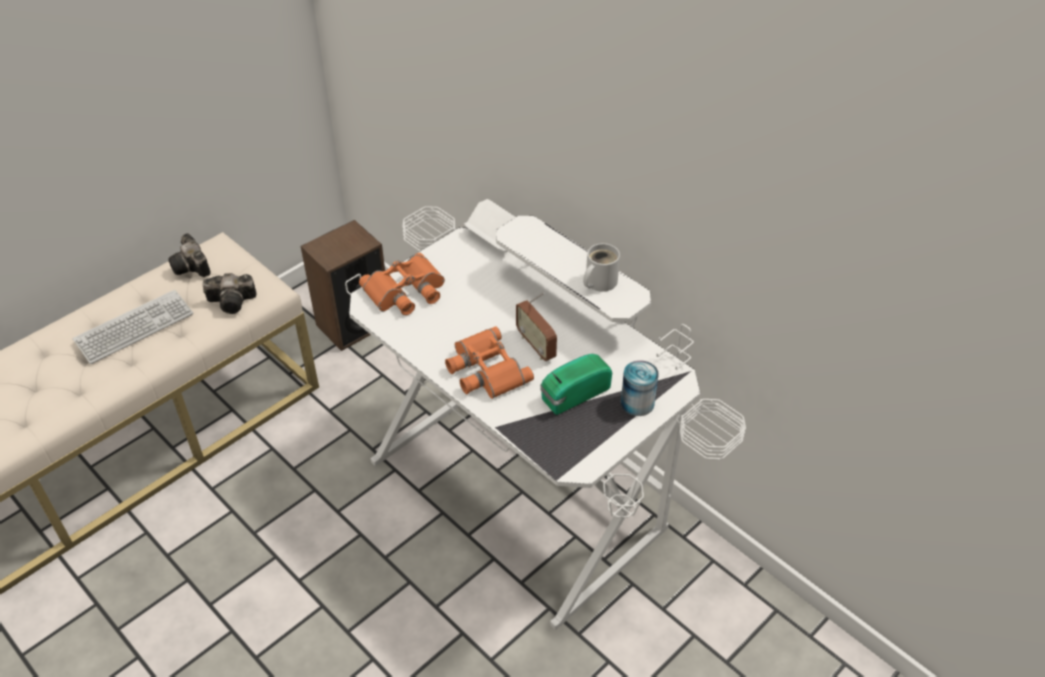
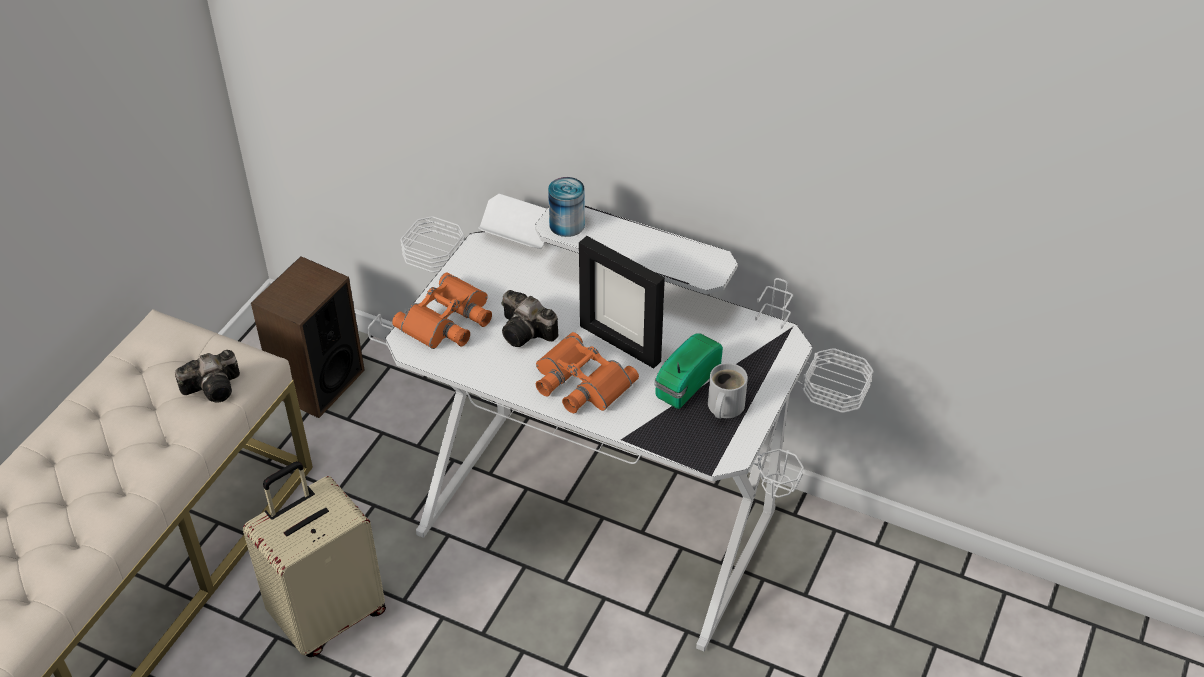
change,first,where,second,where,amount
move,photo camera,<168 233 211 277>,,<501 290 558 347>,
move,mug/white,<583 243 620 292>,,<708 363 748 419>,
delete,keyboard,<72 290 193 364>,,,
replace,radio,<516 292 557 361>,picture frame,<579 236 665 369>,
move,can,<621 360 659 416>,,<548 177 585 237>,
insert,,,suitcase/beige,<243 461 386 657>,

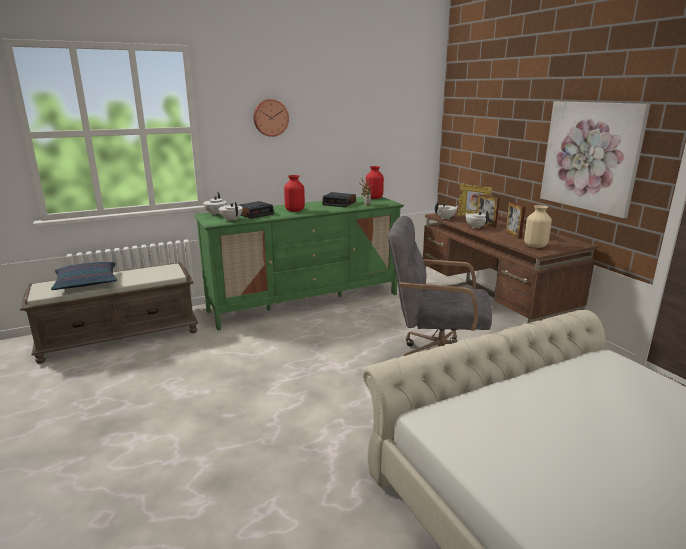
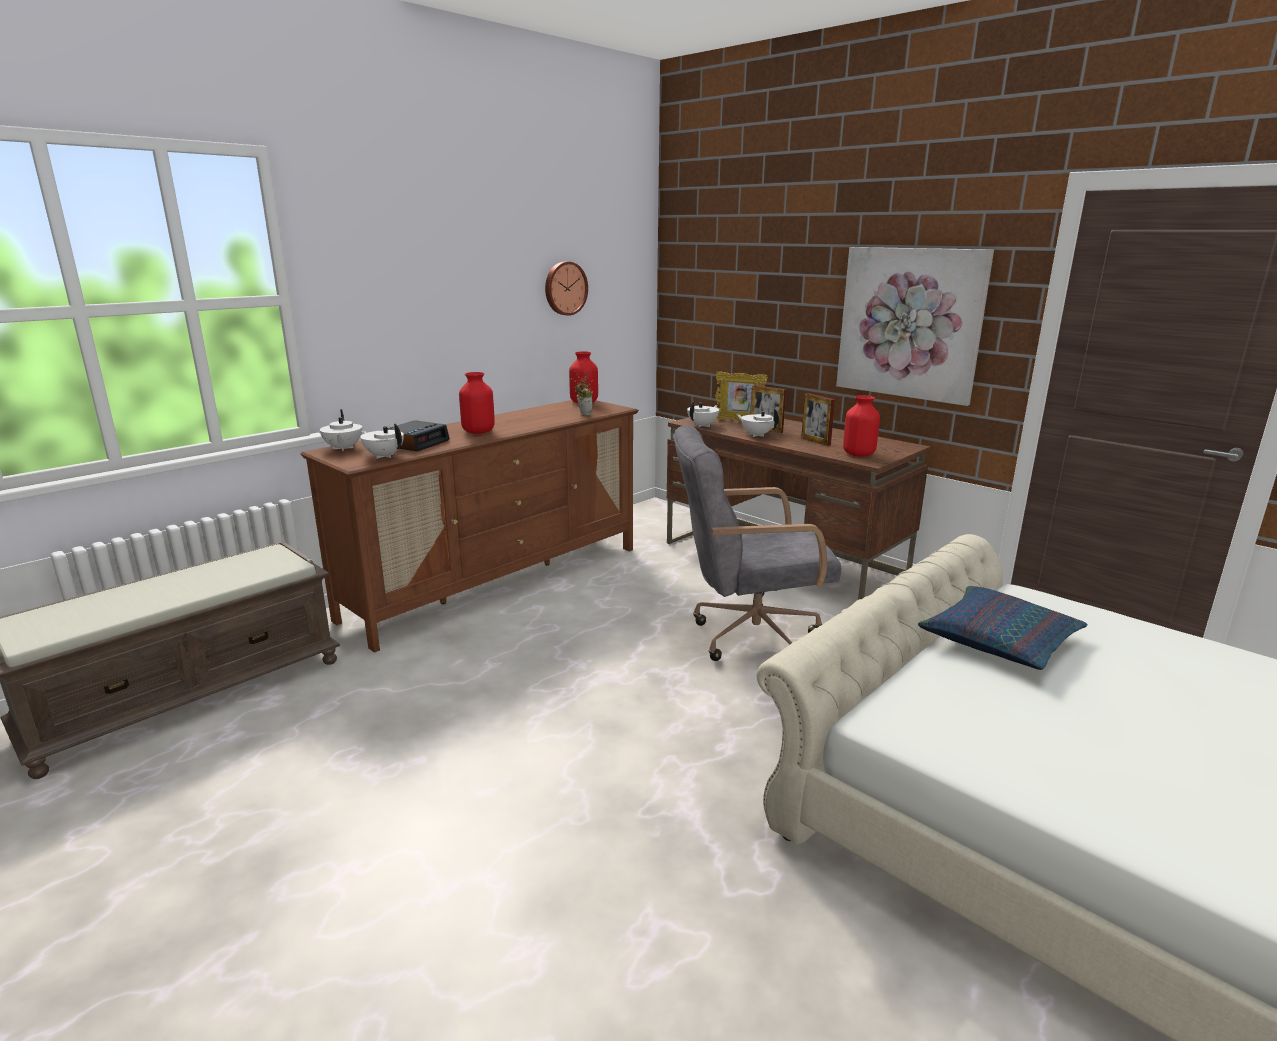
change,first,where,second,where,amount
move,wall clock,<253 99 289 137>,,<545 261 588 316>,
delete,alarm clock,<322 192 356 207>,,,
recolor,dresser/green,<194 197 404 331>,dresser/brown,<301 400 639 653>,
recolor,vase/beige,<524 205 552 248>,vase/red,<843 395 880 457>,
move,pillow/blue,<51 262 117 290>,,<918 586 1087 670>,

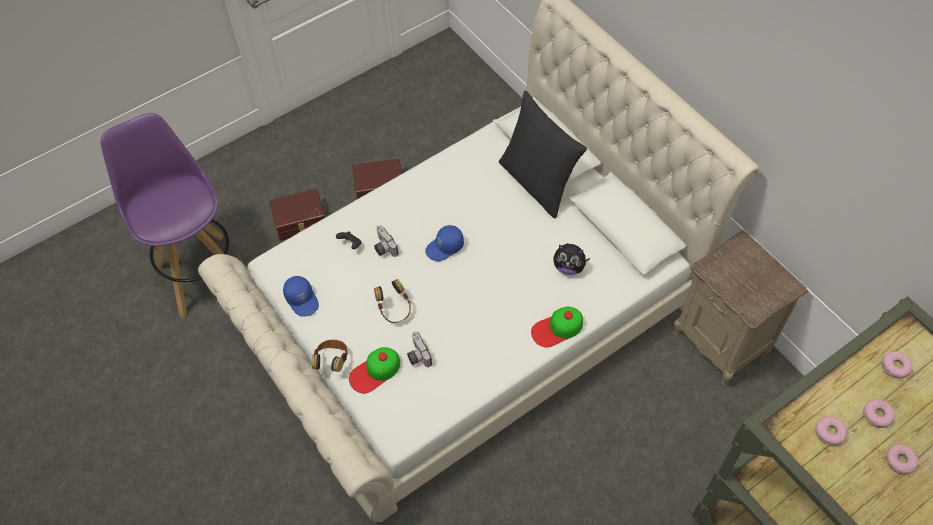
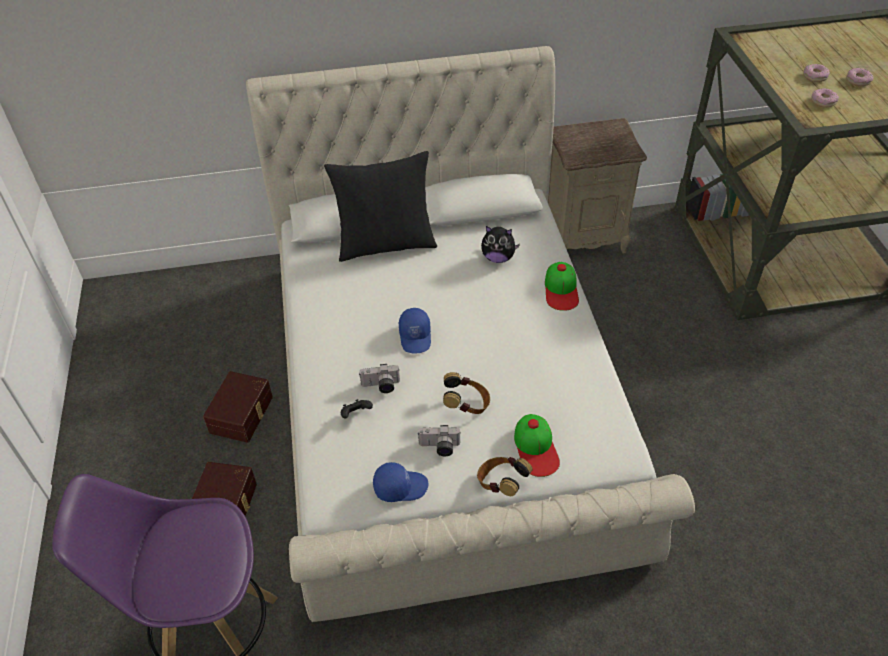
change,first,where,second,where,amount
rotate,plush toy,<554 243 590 275>,,<481 226 520 263>,60 degrees clockwise
move,photo camera,<407 331 432 367>,,<417 425 461 456>,
delete,donut,<882 351 913 379>,,,

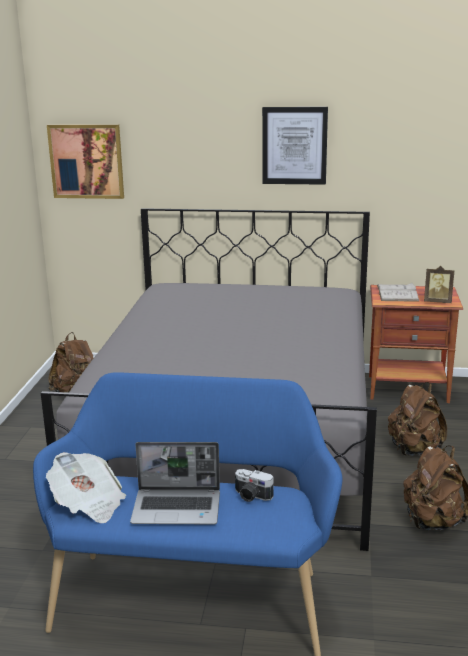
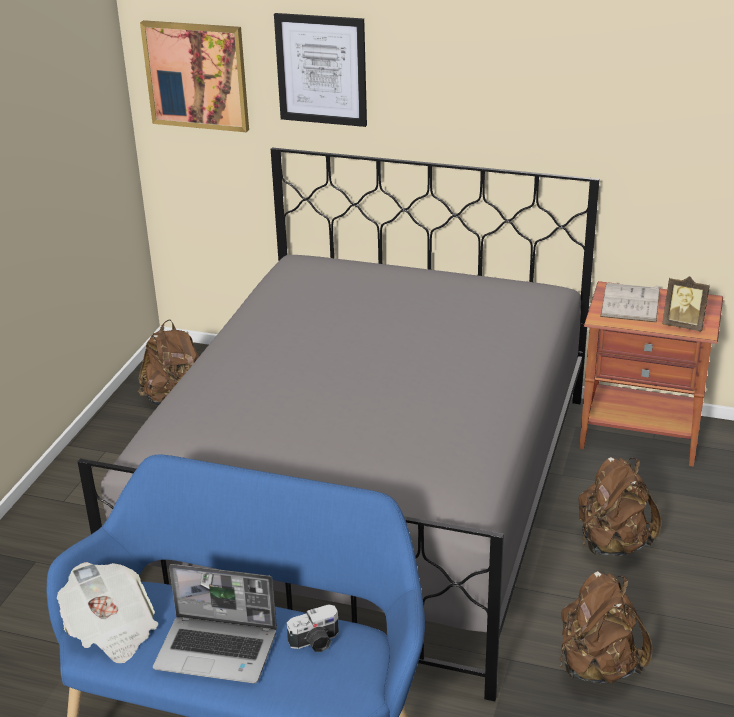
change,first,where,second,where,amount
move,picture,<262 107 328 185>,,<274 13 367 127>,
rotate,photo camera,<235 469 274 502>,,<287 604 339 652>,60 degrees counterclockwise

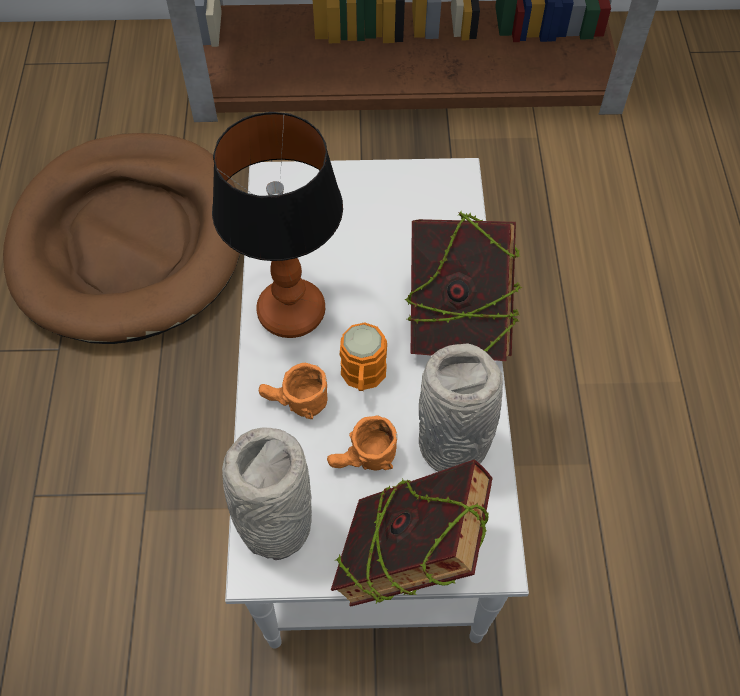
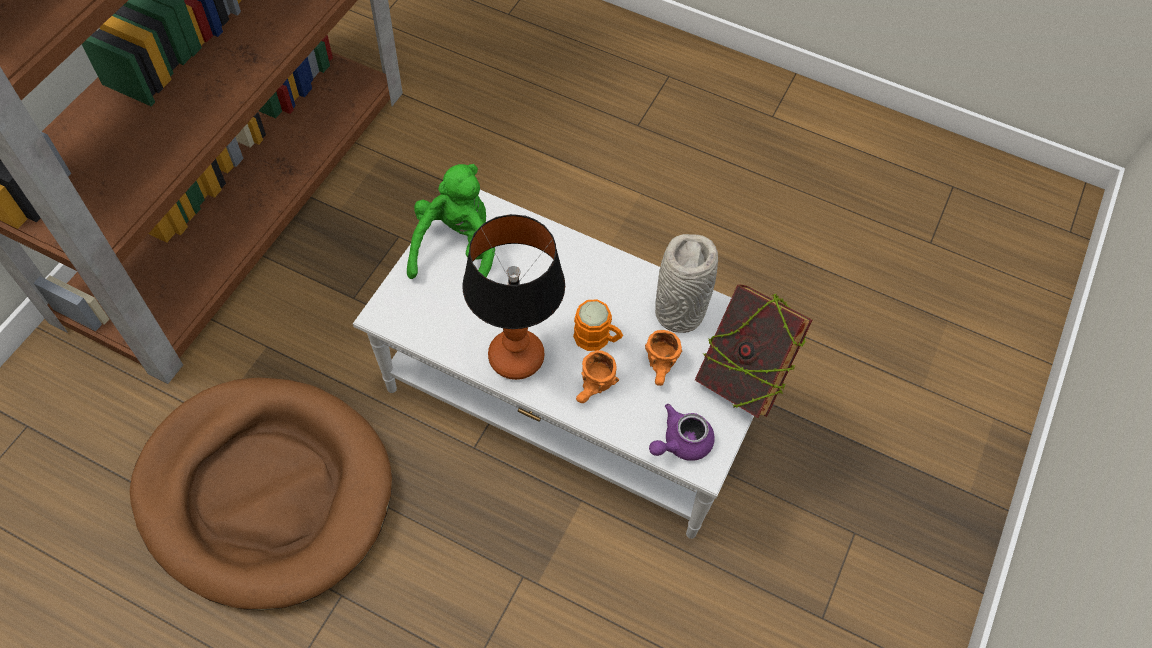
change,first,where,second,where,amount
delete,book,<404 210 522 361>,,,
replace,vase/grey,<222 427 312 560>,teapot/purple,<649 404 715 461>,
insert,,,plush toy/green,<407 164 495 279>,

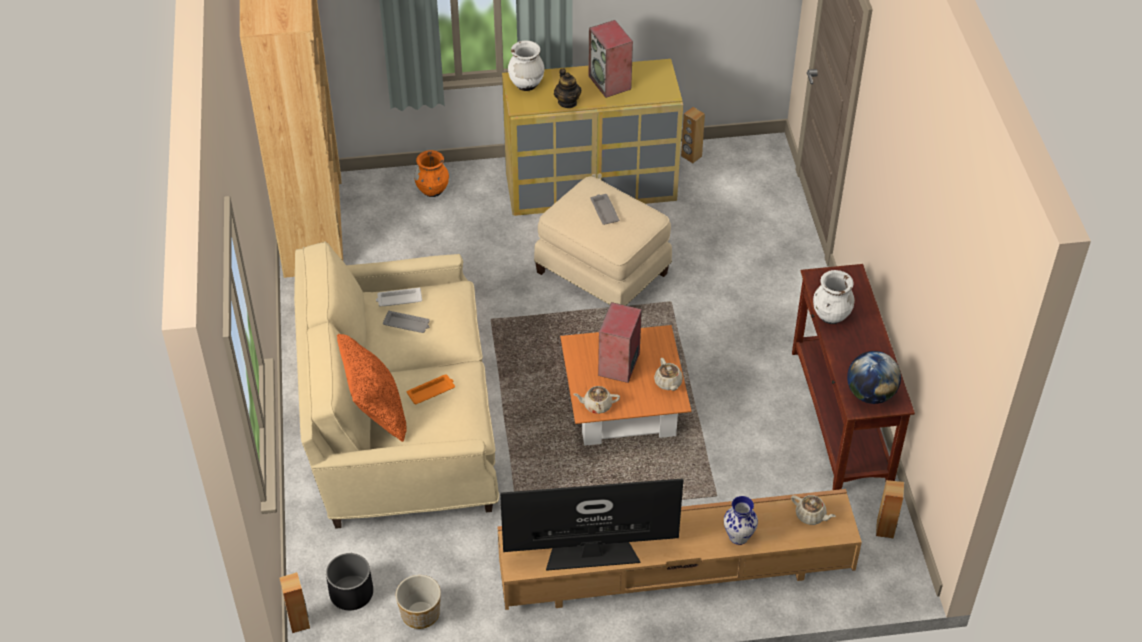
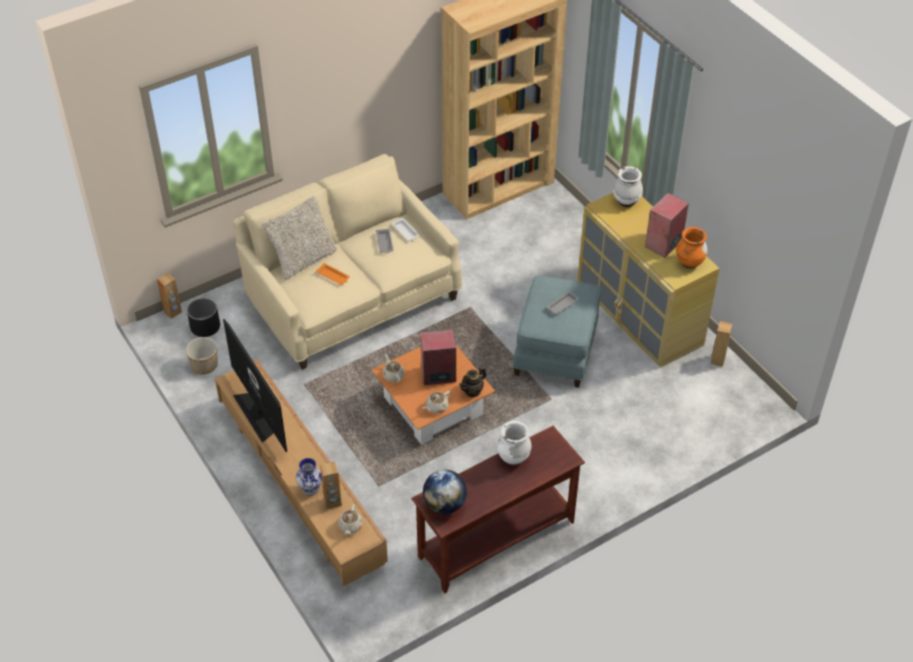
change,first,where,second,where,amount
move,teapot,<554 68 581 108>,,<459 366 486 398>,
move,vase/orange,<414 150 449 197>,,<676 227 708 269>,
recolor,ottoman/beige,<534 176 672 305>,ottoman/blue,<513 275 601 388>,
recolor,pillow/orange,<337 334 407 442>,pillow/beige,<262 196 337 279>,
move,speaker/brown,<876 480 904 538>,,<320 461 342 509>,

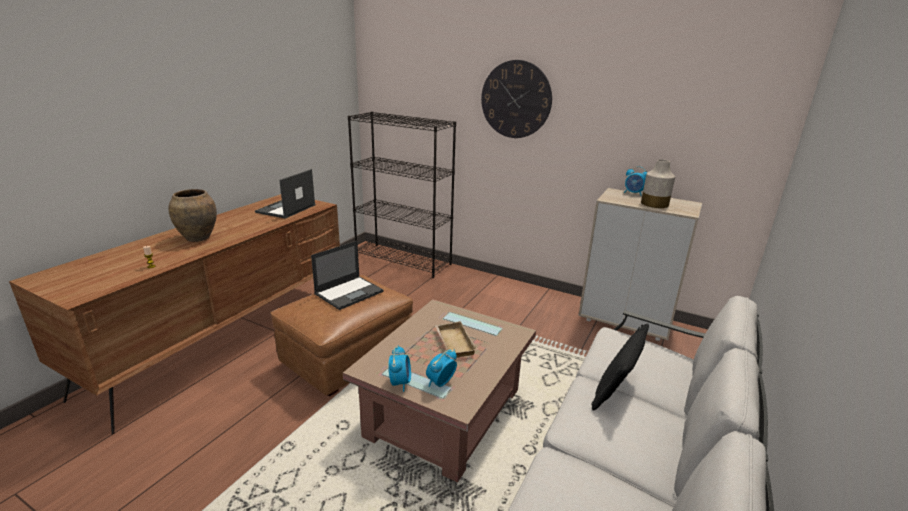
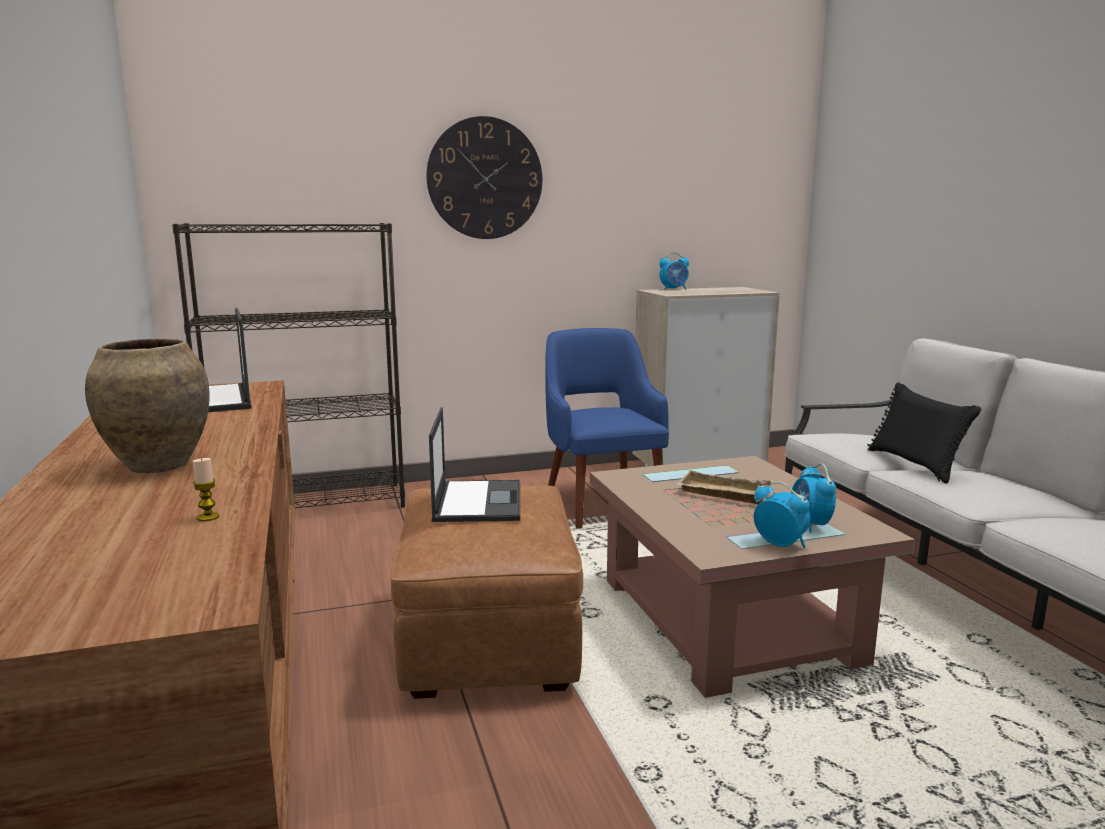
change,first,where,second,where,amount
delete,vase/beige,<641 159 675 208>,,,
insert,,,armchair/blue,<545 328 669 529>,

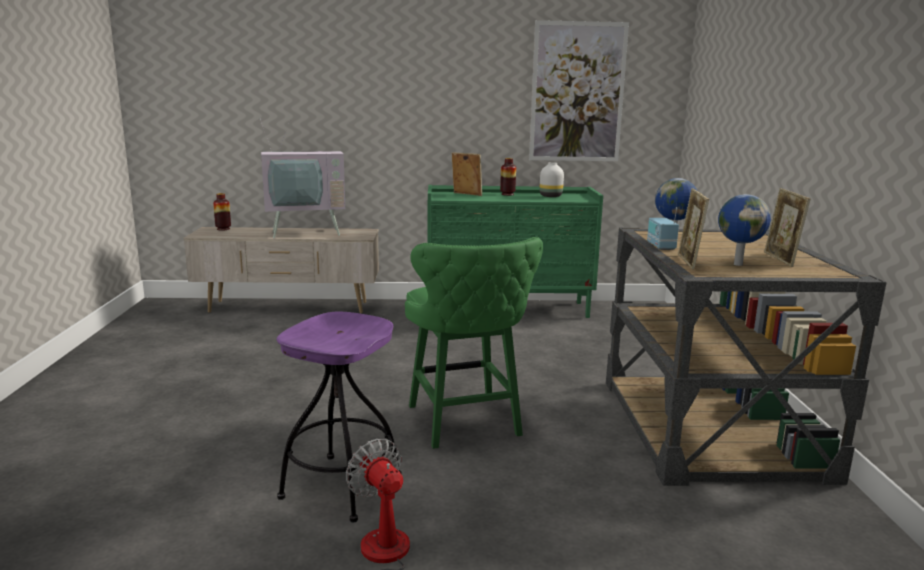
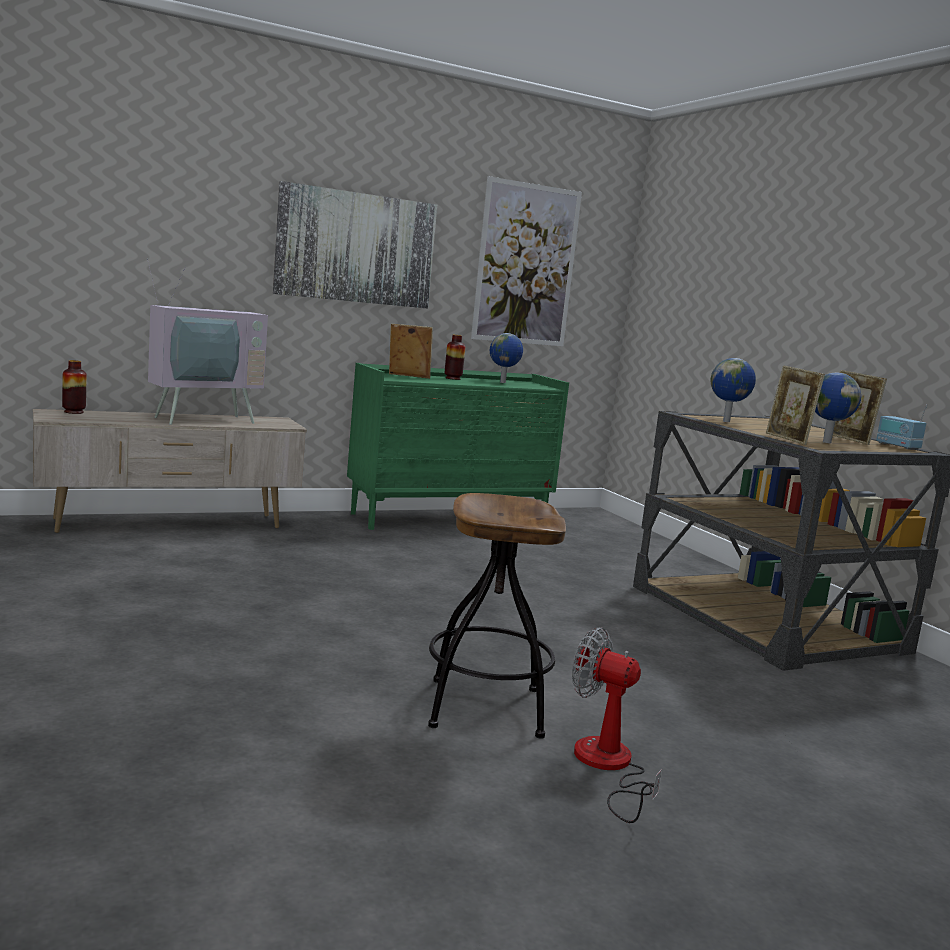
change,first,where,second,where,amount
replace,vase/white,<540 162 564 197>,globe,<490 333 523 383>,
move,radio,<647 207 679 250>,,<876 404 927 450>,
delete,stool/green,<405 237 543 449>,,,
recolor,stool/purple,<276 312 402 522>,stool/brown,<428 493 566 739>,
insert,,,picture,<273 181 437 309>,

